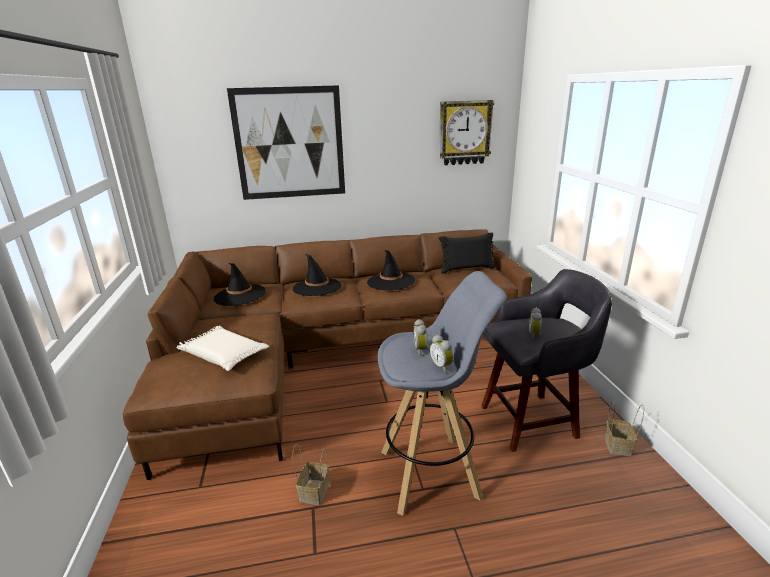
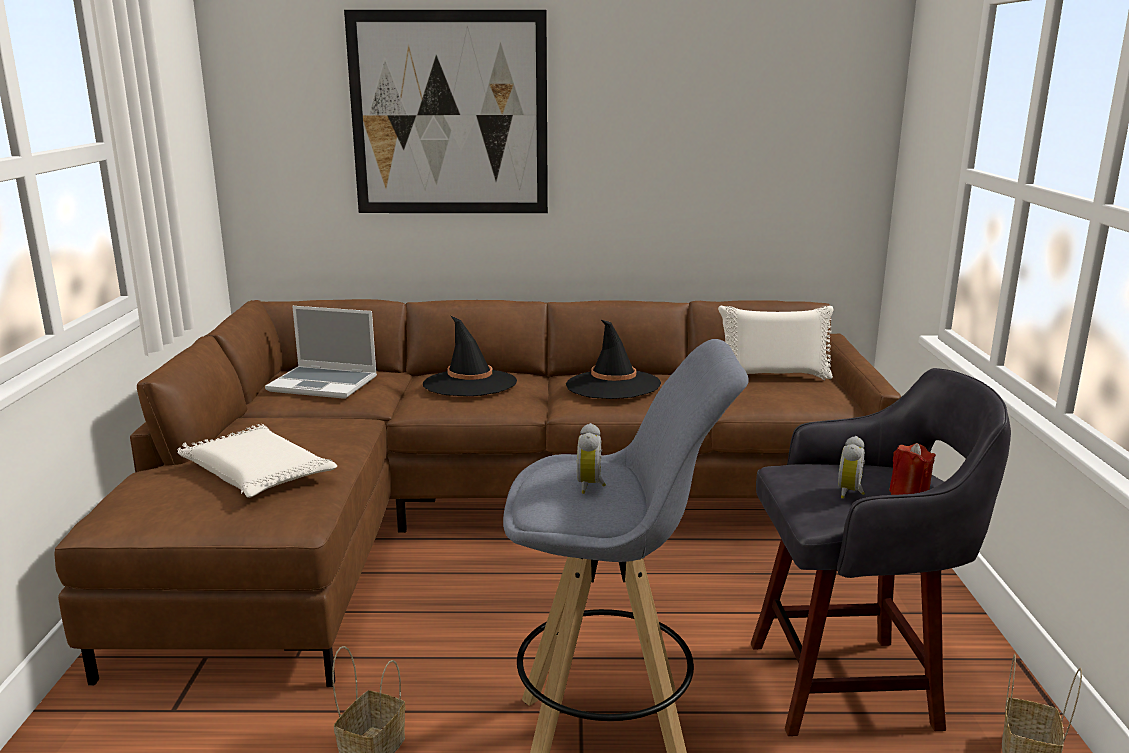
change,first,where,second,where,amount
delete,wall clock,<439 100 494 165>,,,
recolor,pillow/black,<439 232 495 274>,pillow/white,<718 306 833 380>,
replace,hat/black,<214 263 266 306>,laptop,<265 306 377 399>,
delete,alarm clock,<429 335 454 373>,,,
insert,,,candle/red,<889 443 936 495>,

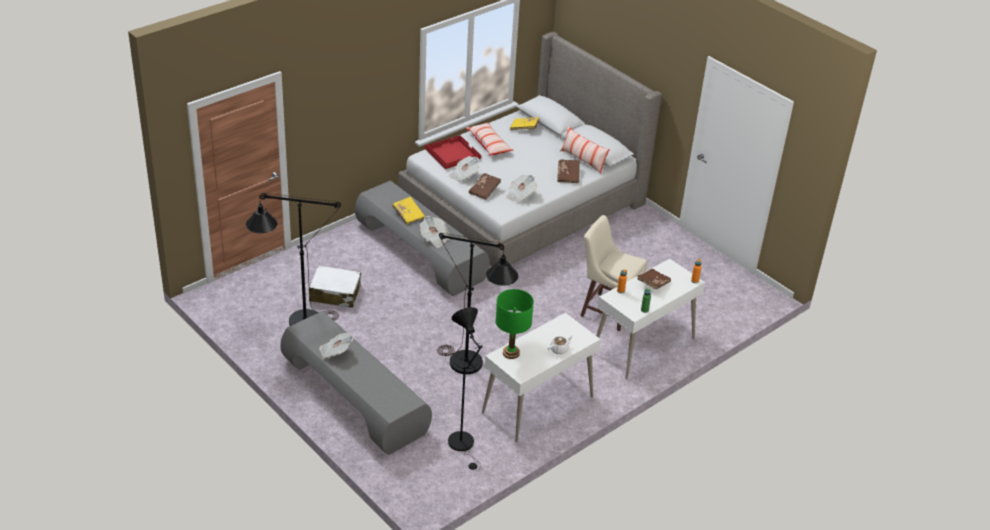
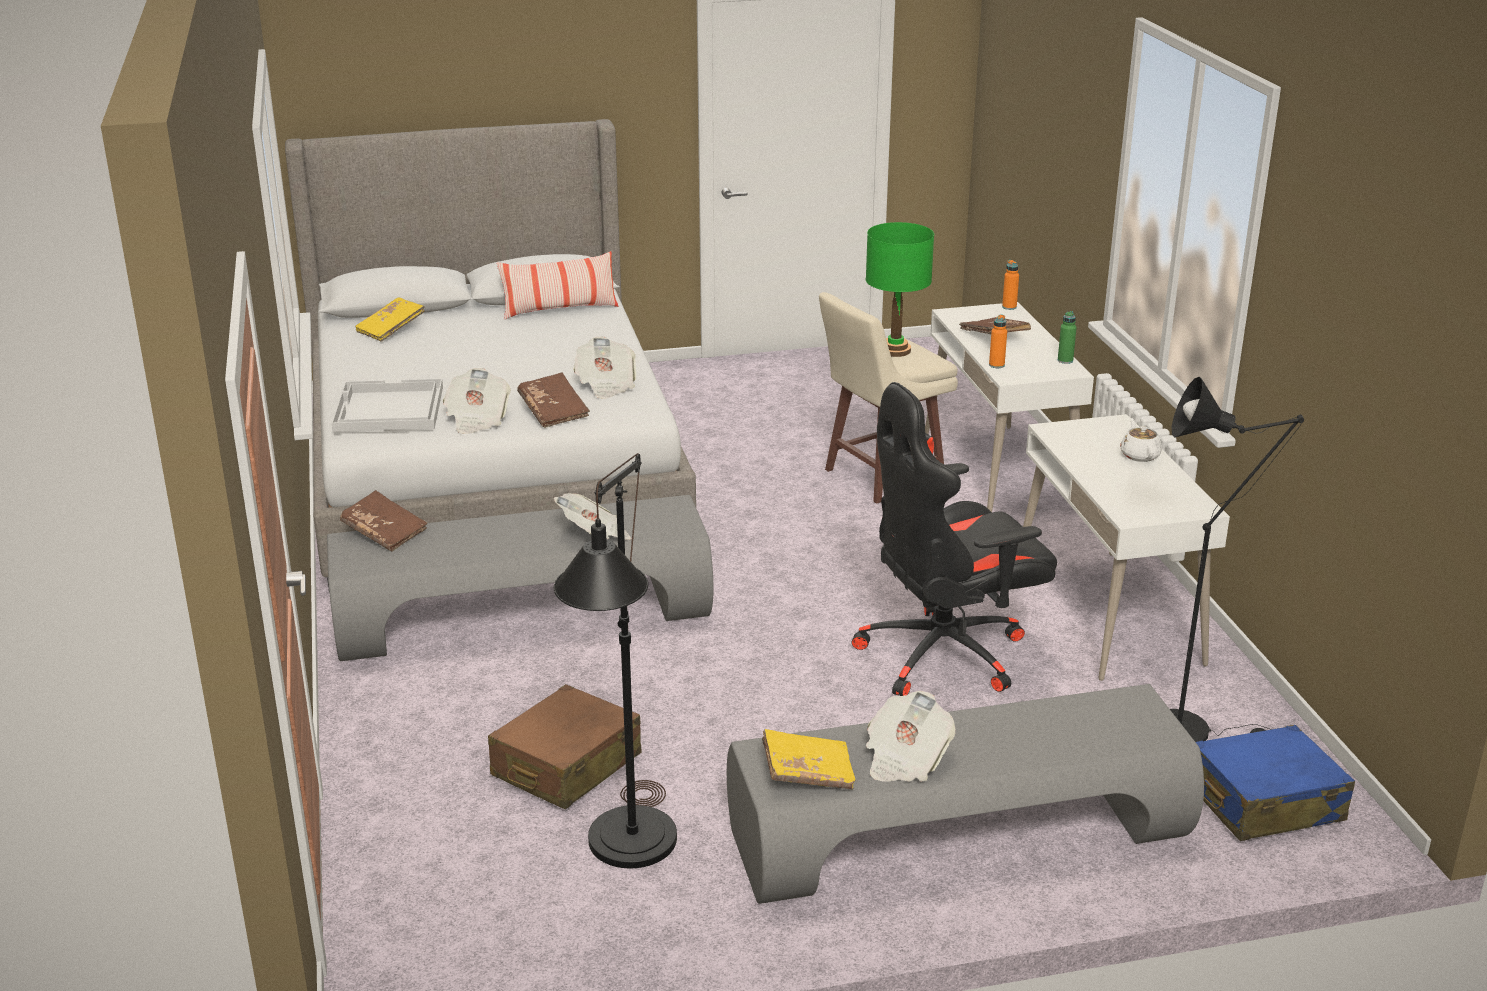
change,first,where,second,where,amount
delete,pillow,<466 123 513 156>,,,
recolor,tray/red,<425 135 481 169>,tray/white,<331 379 443 432>,
move,book/brown,<557 160 580 183>,,<340 490 428 551>,
move,book/yellow,<392 196 425 225>,,<762 729 856 790>,
replace,floor lamp/black,<437 233 518 374>,office chair/black,<852 382 1057 696>,
recolor,suitcase/white,<309 265 361 308>,suitcase/brown,<488 684 642 809>,
move,table lamp/green,<495 289 534 359>,,<866 222 934 357>,
insert,,,suitcase/blue,<1196 725 1355 841>,

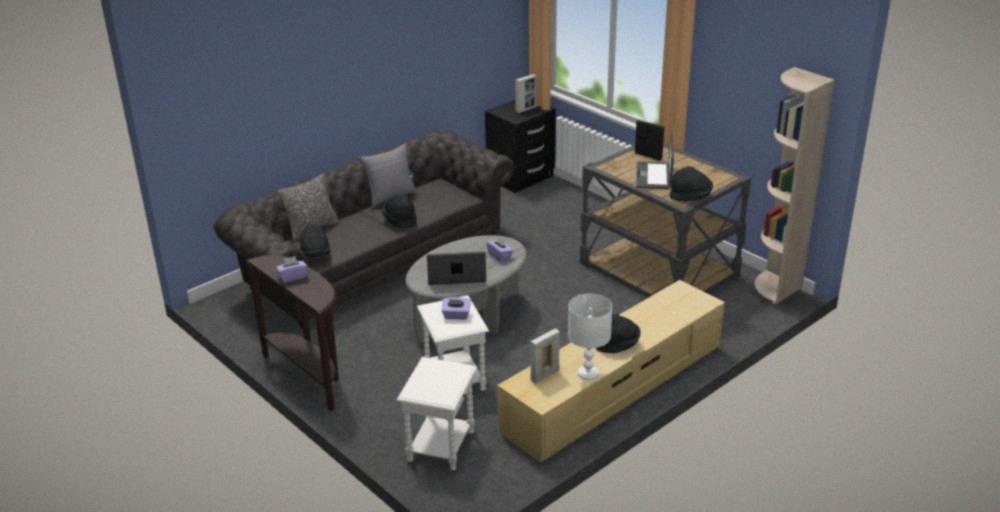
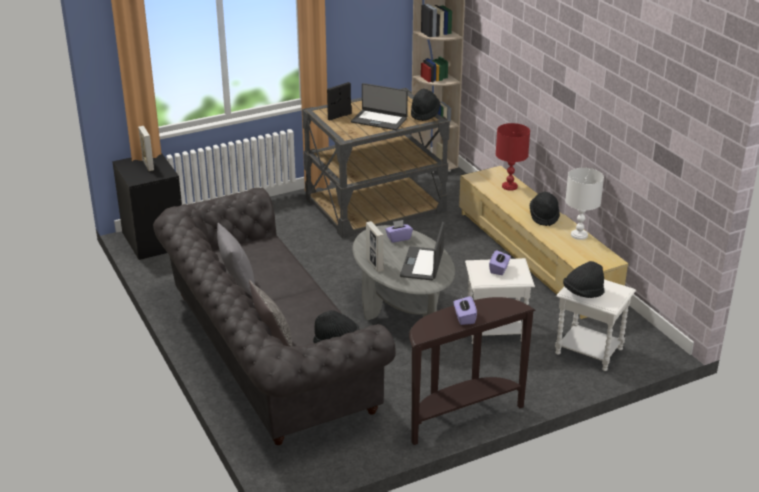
change,first,where,second,where,amount
move,hat/black,<381 194 417 228>,,<563 261 605 298>,
move,picture frame,<531 329 560 384>,,<366 221 384 272>,
insert,,,table lamp/red,<496 123 530 191>,

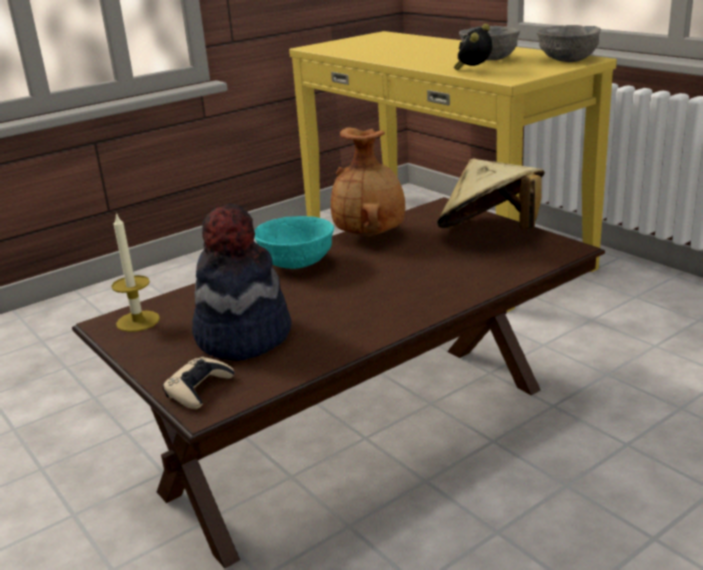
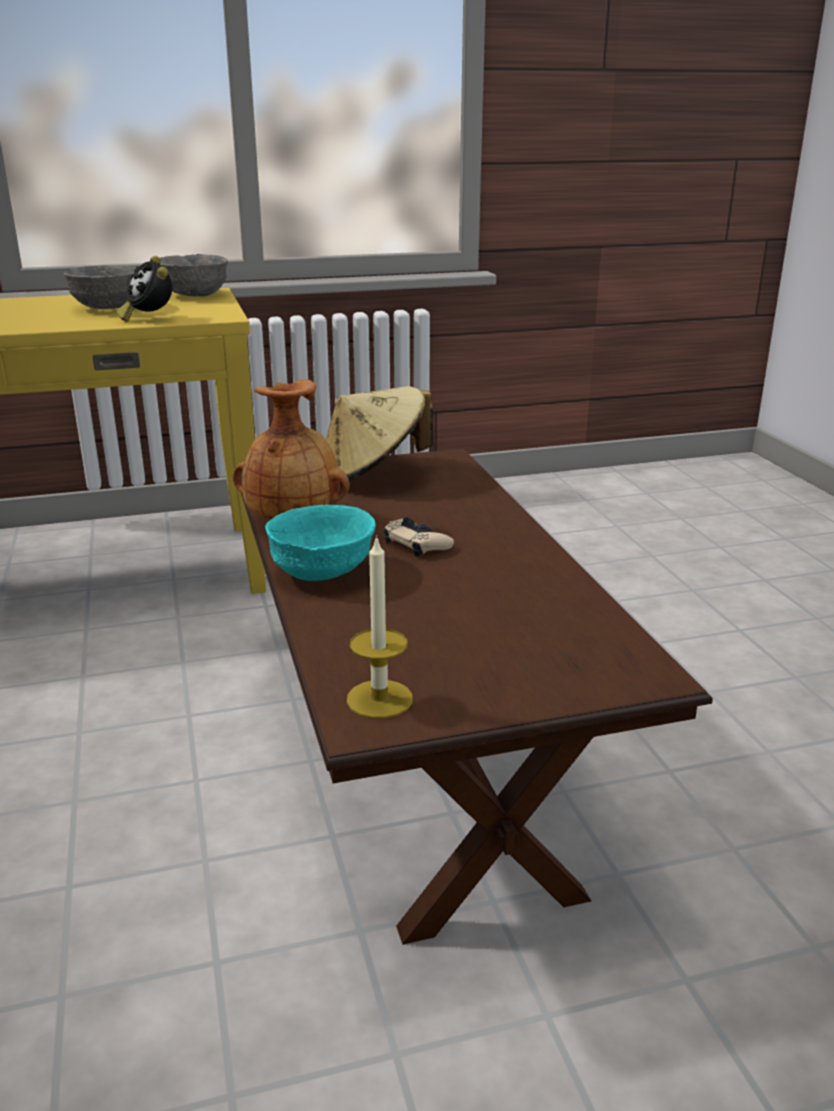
change,first,where,second,where,amount
delete,hat,<192 203 292 361>,,,
move,game controller/beige,<163 357 234 409>,,<384 517 454 557>,

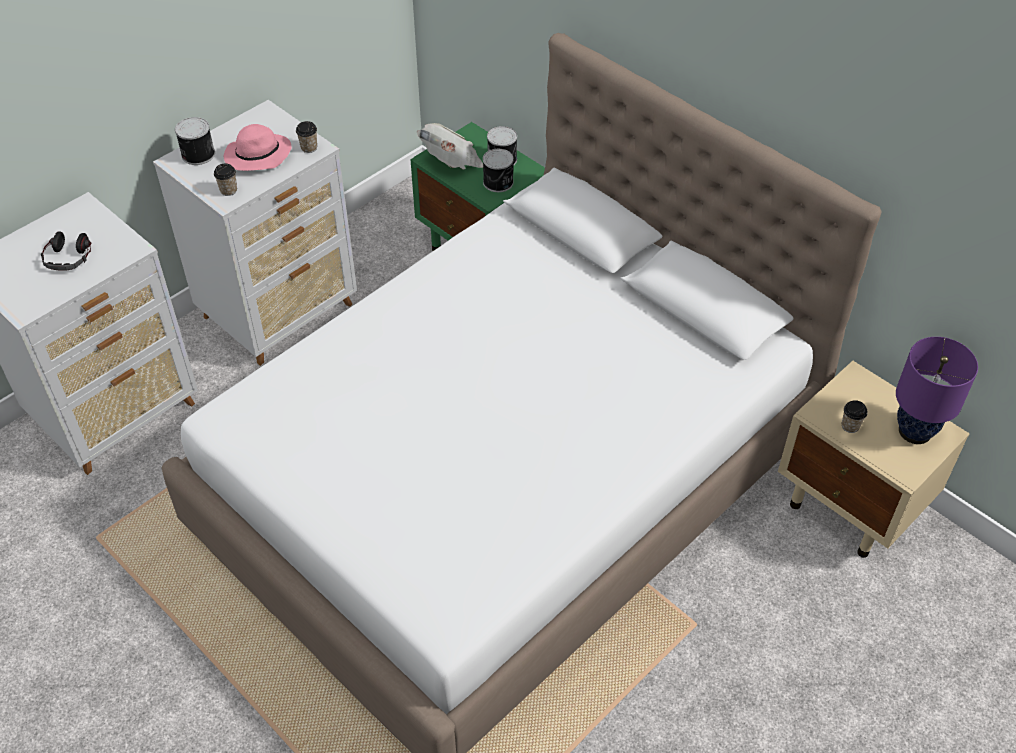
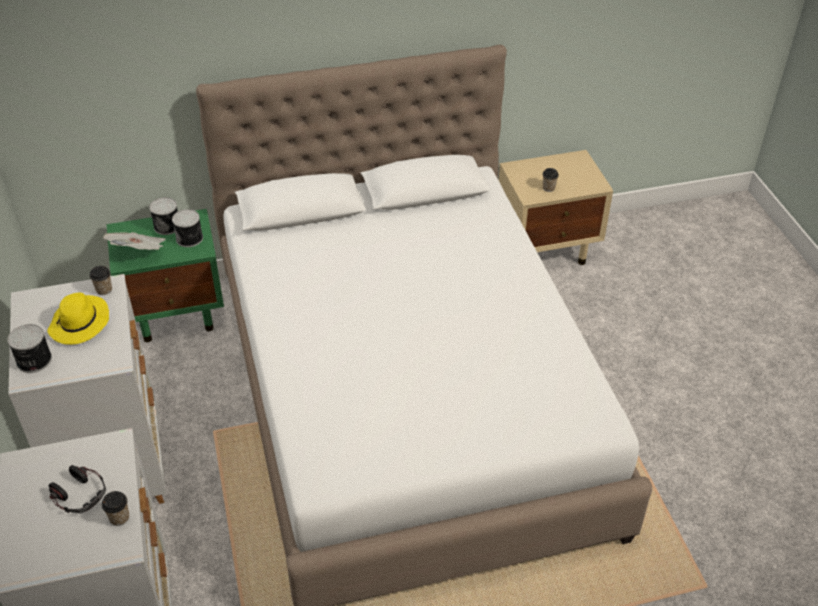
change,first,where,second,where,amount
recolor,hat/pink,<224 124 291 171>,hat/yellow,<47 292 109 345>,
move,cup,<214 164 237 196>,,<102 491 129 526>,
delete,table lamp/purple,<896 337 978 444>,,,

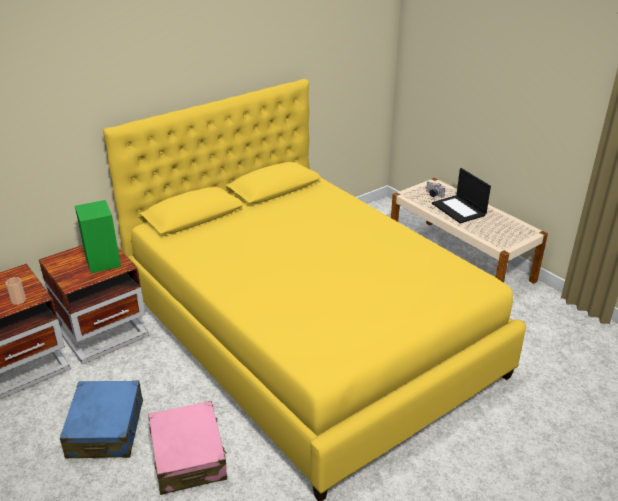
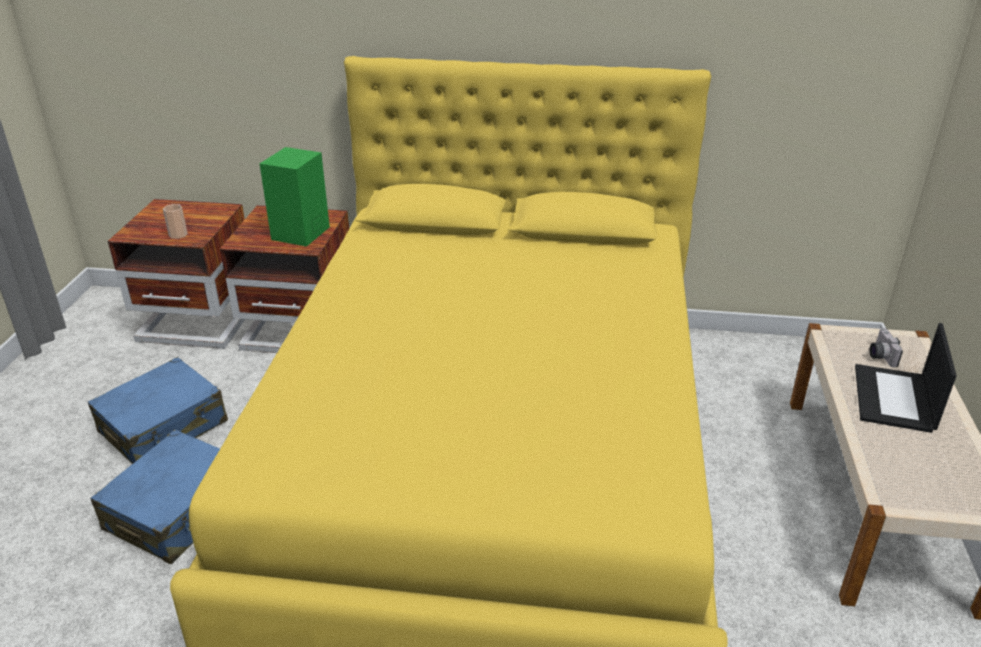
change,first,where,second,where,amount
recolor,suitcase/pink,<148 401 227 495>,suitcase/blue,<90 430 220 564>,

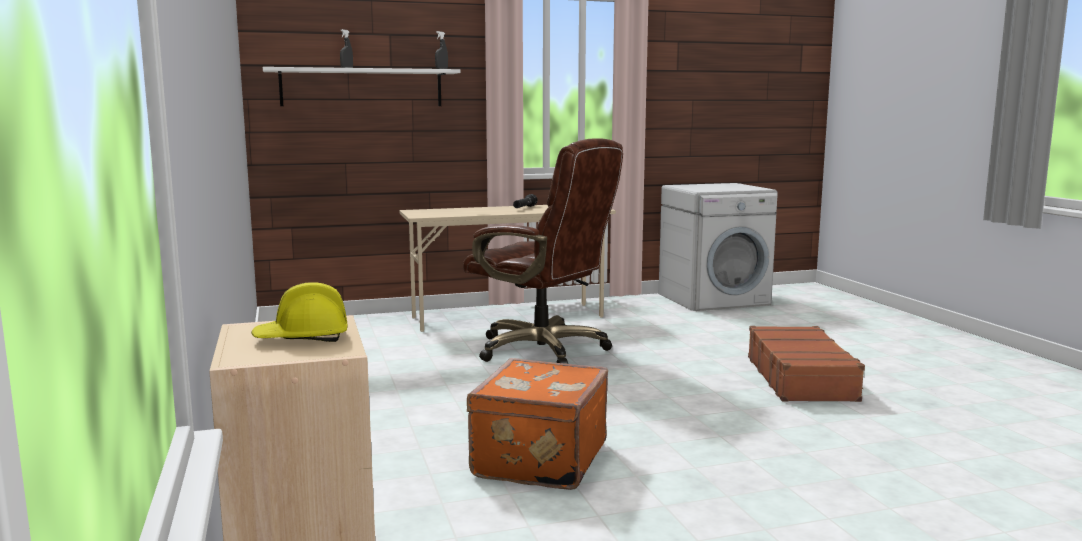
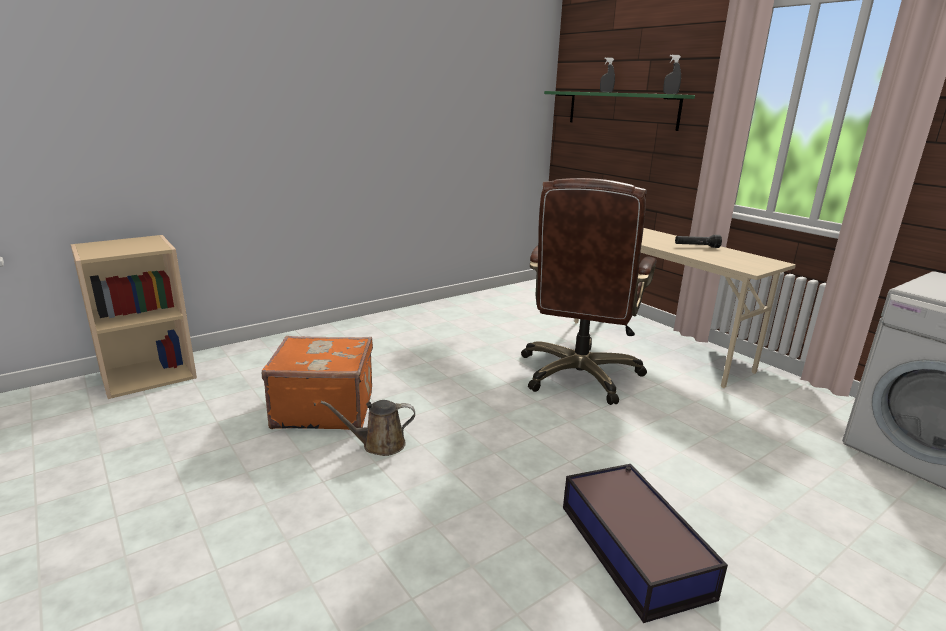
change,first,where,second,where,amount
recolor,shelf/white,<263 67 460 106>,shelf/green,<544 91 695 131>,
delete,hard hat/yellow,<251 282 348 342>,,,
replace,suitcase/brown,<748 326 865 402>,storage box,<563 464 728 623>,
insert,,,watering can/brown,<321 400 415 456>,

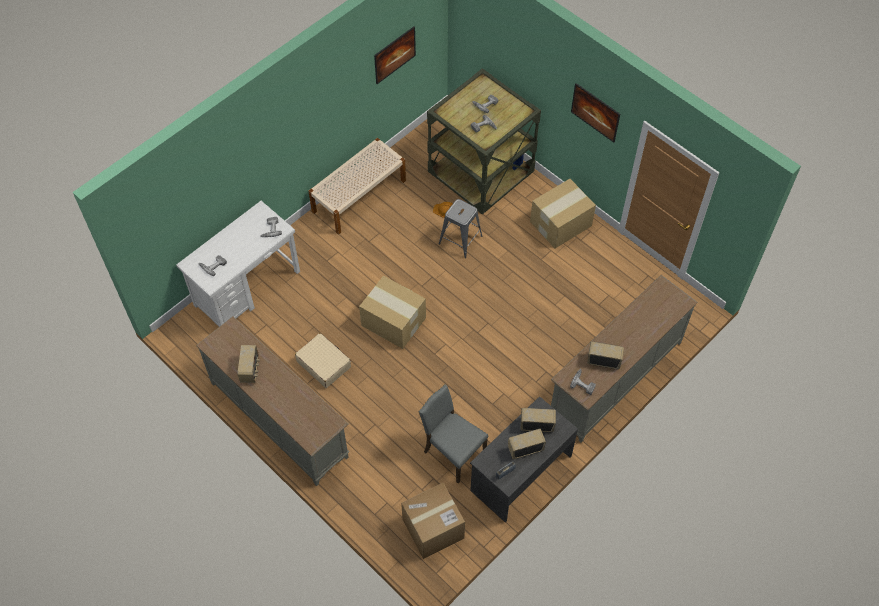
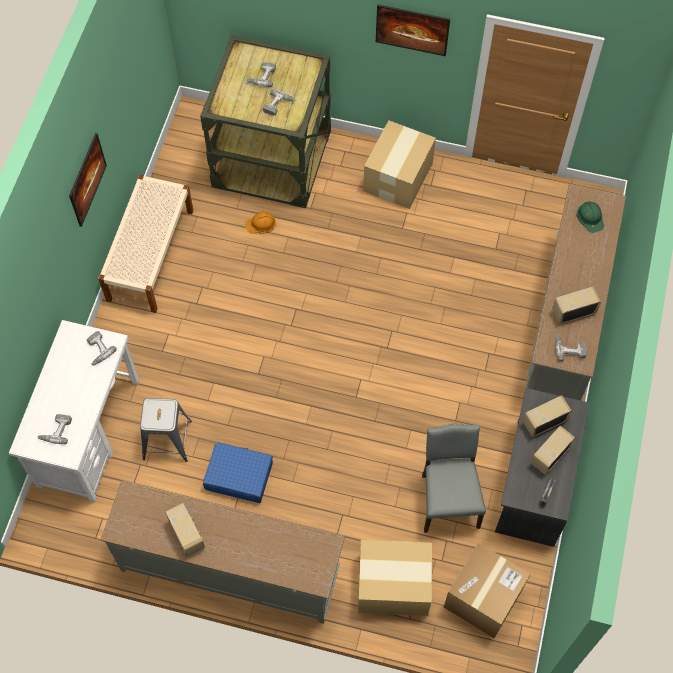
change,first,where,second,where,amount
move,picture,<374 27 416 84>,,<69 133 107 227>,
move,stool/grey,<439 199 482 258>,,<140 398 192 462>,
move,cardboard box,<359 275 426 349>,,<358 540 432 616>,
recolor,suitcase/beige,<295 333 351 388>,suitcase/blue,<203 442 273 503>,
rotate,chair/grey,<418 384 488 483>,,<422 424 486 533>,75 degrees clockwise
insert,,,hard hat/green,<576 201 604 233>,

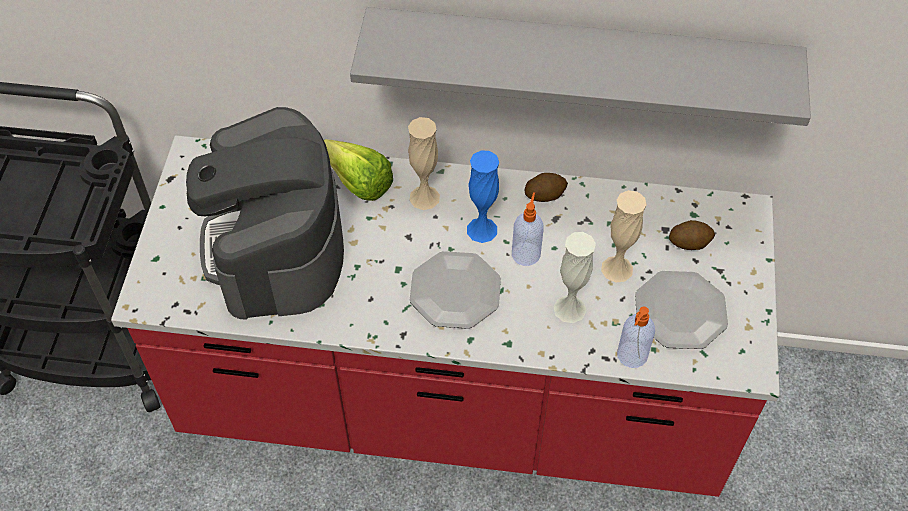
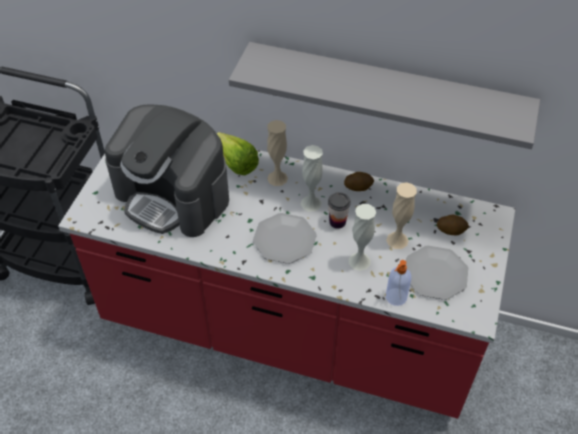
change,first,where,second,where,amount
rotate,coffee machine,<186 107 344 320>,,<104 104 229 237>,60 degrees counterclockwise
recolor,vase/blue,<467 150 499 243>,vase/white,<301 145 323 212>,
replace,soap dispenser,<512 192 544 266>,cup,<328 192 351 229>,

